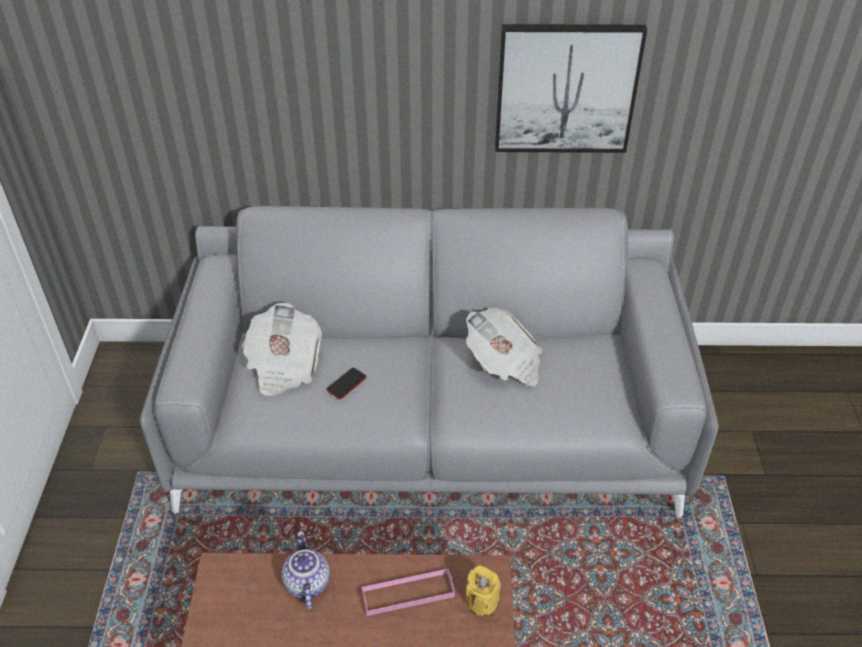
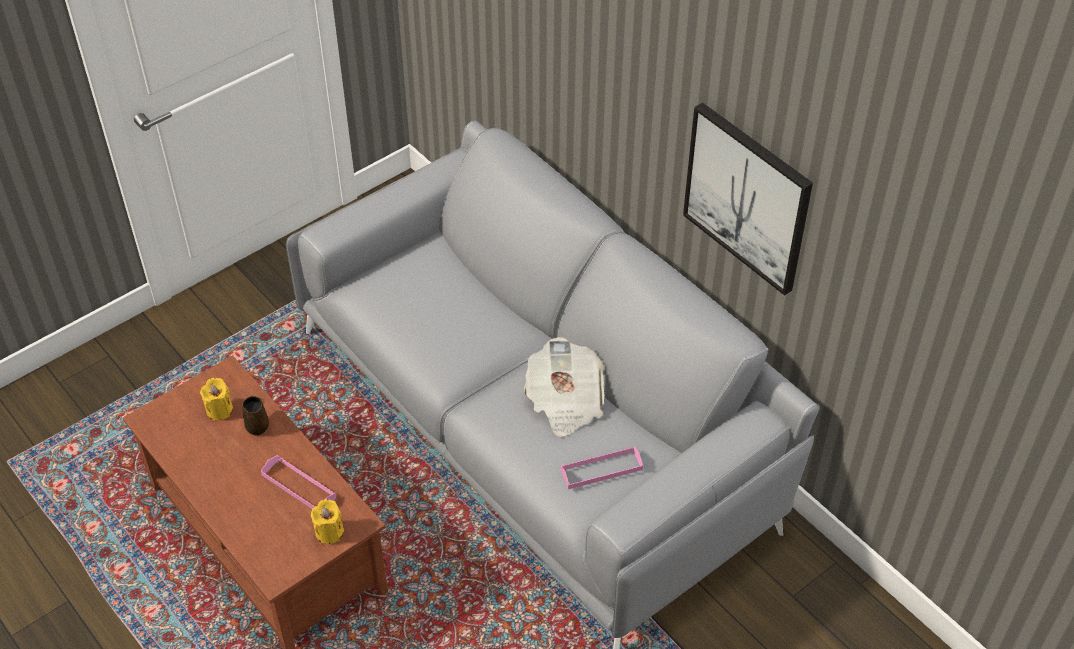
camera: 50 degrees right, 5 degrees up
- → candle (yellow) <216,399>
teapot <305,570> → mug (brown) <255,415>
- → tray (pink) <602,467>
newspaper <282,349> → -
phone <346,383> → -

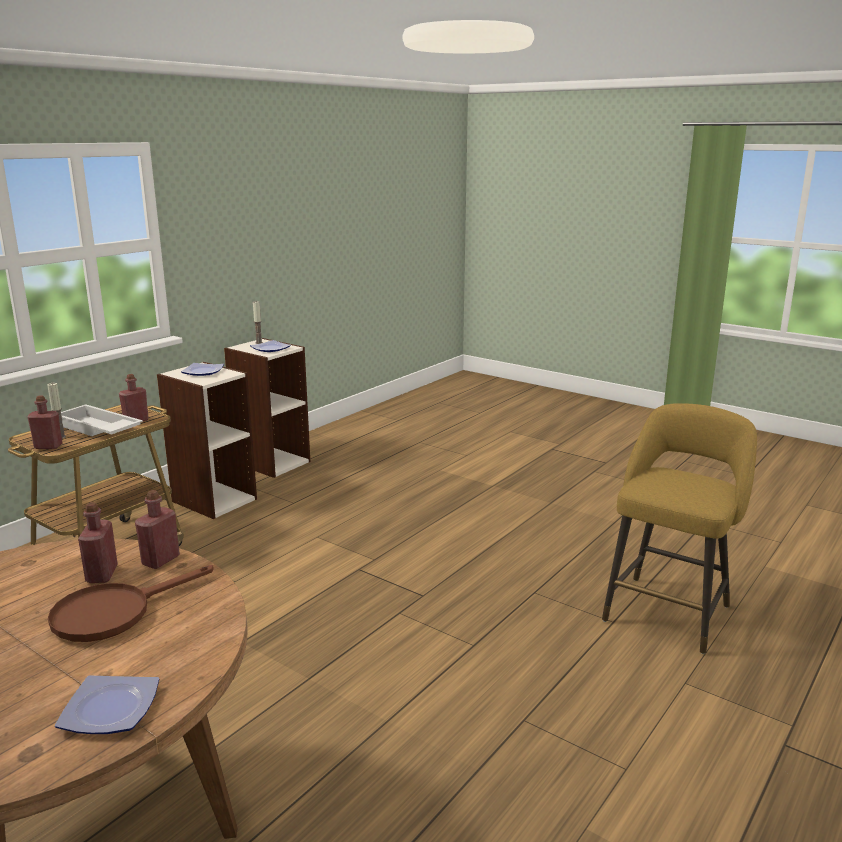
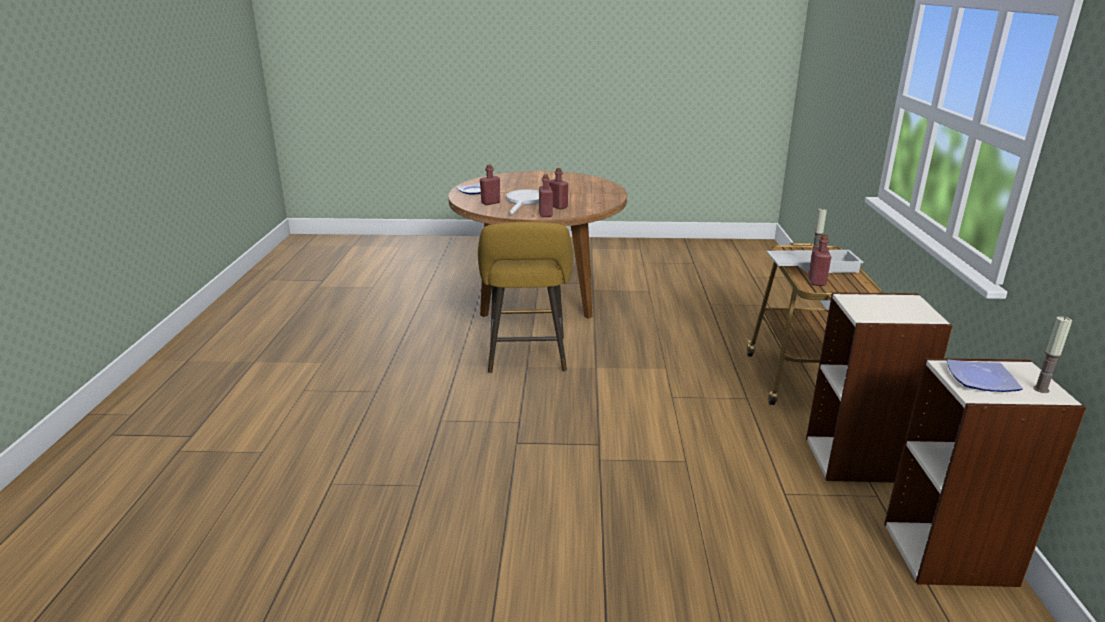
camera: 145 degrees right, 5 degrees up
stool (yellow) <679,528> → stool (yellow) <525,297>, relocated
bottle (red) <45,422> → bottle (red) <490,185>, relocated
frying pan (brown) <131,603> → frying pan (white) <522,201>
plate <202,369> → -

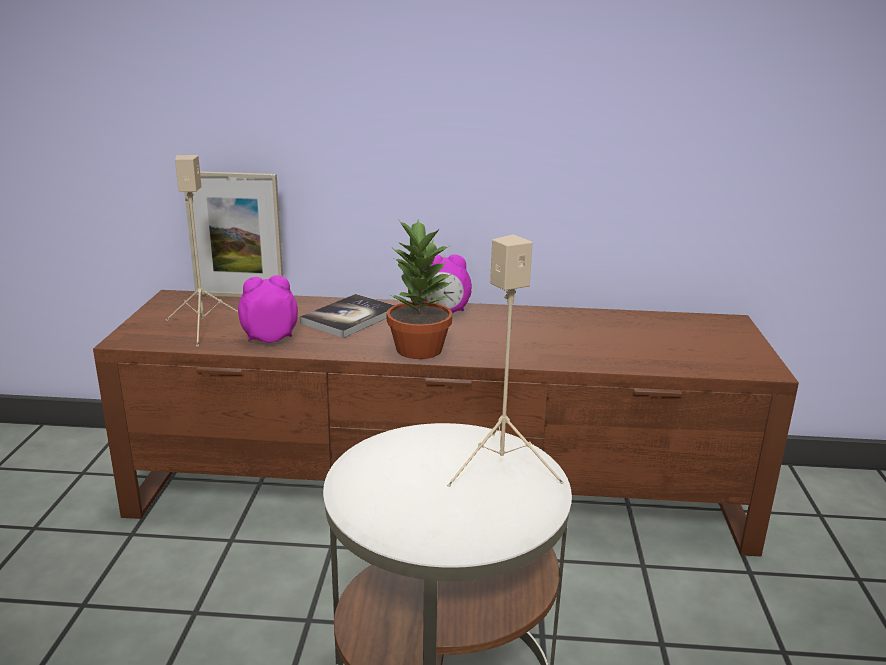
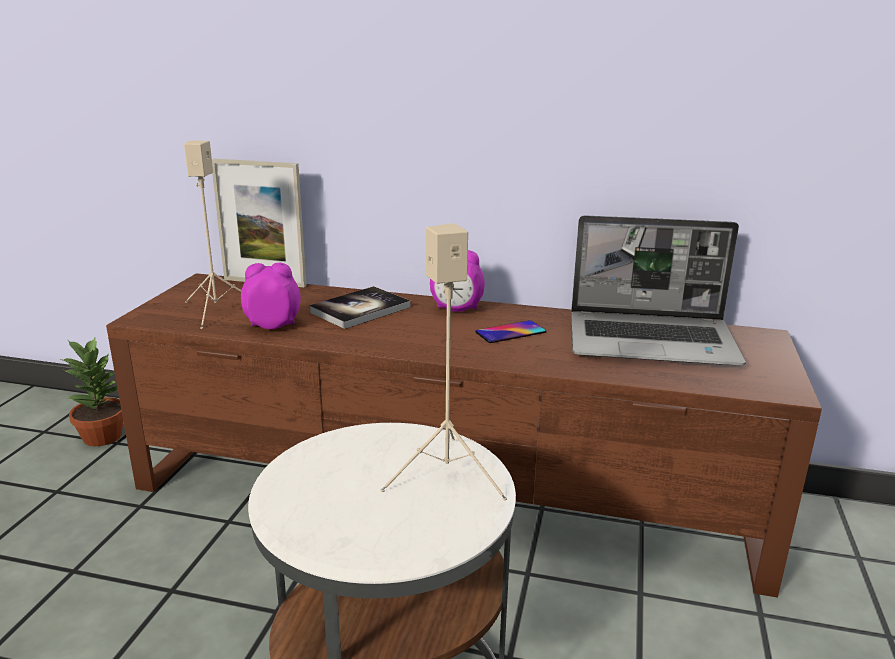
camera: 10 degrees right, 0 degrees up
potted plant <420,289> → potted plant <92,392>, relocated
- → phone <510,331>
- → laptop <658,290>

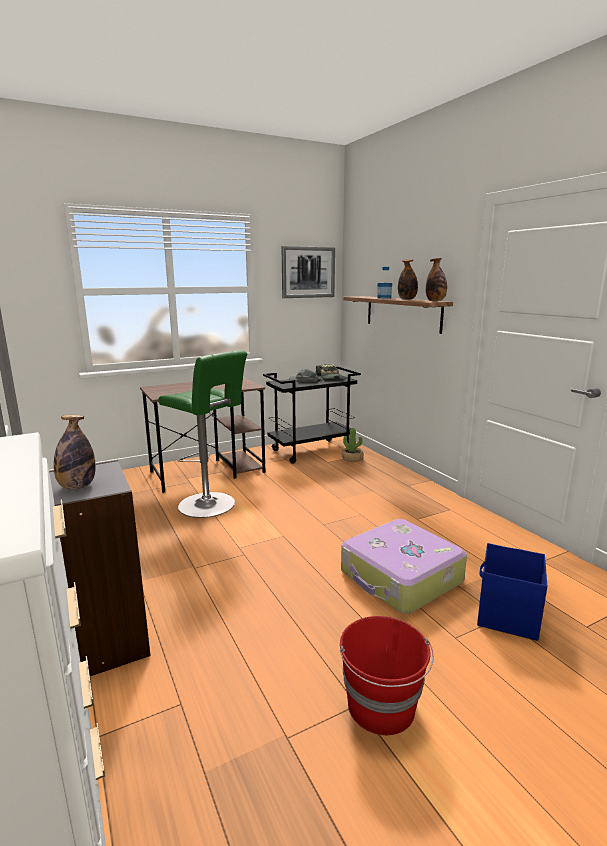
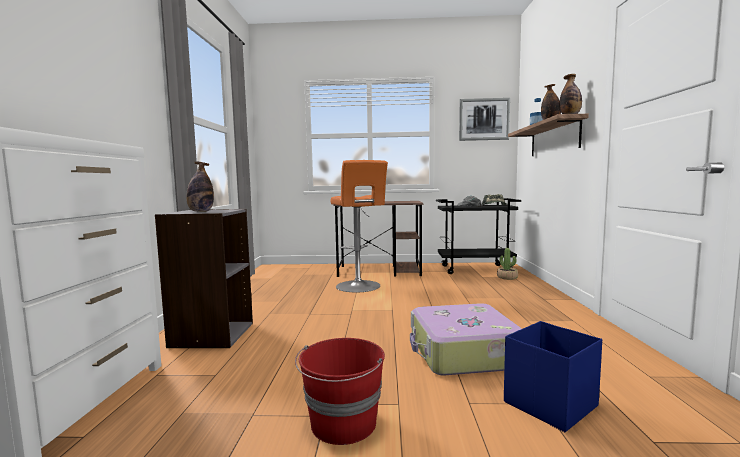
camera: 30 degrees right, 10 degrees down
stool (green) <202,434> → stool (orange) <359,226>

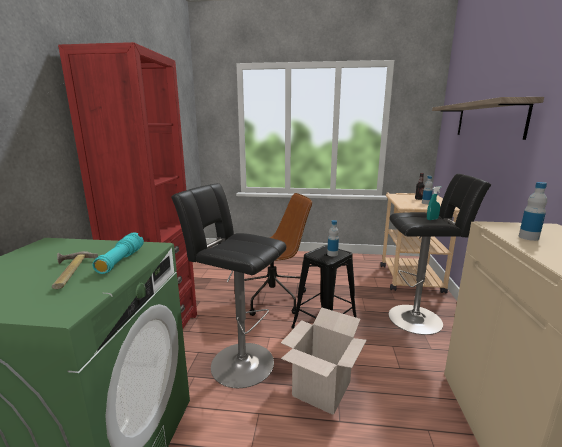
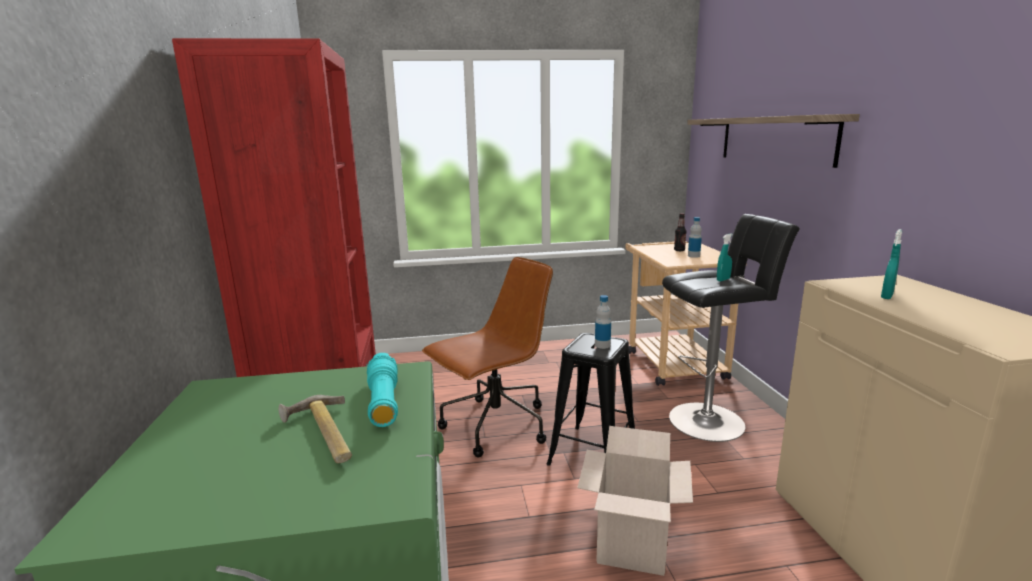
camera: 15 degrees left, 0 degrees up
bottle <533,211> → spray bottle (turquoise) <891,264>
stool (black) <228,285> → -

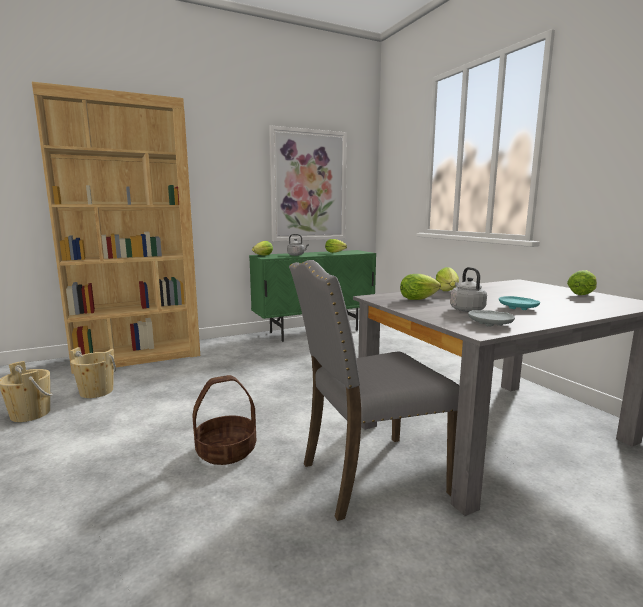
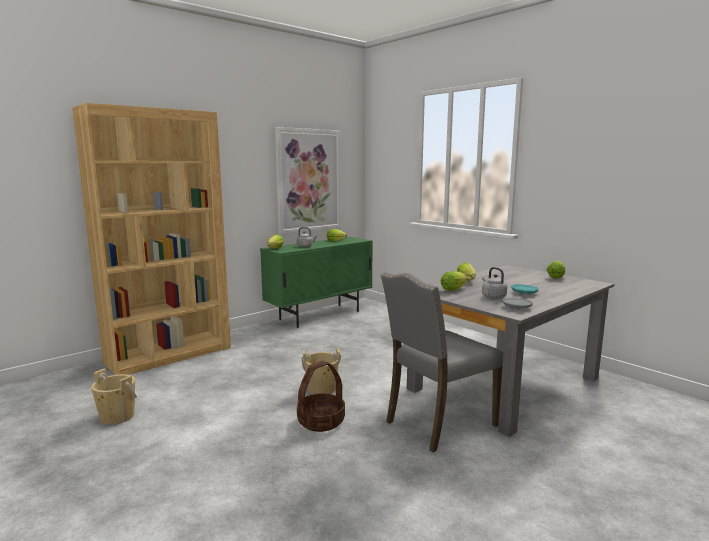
camera: 15 degrees left, 0 degrees up
bucket (beige) <93,372> → bucket (beige) <321,371>, relocated

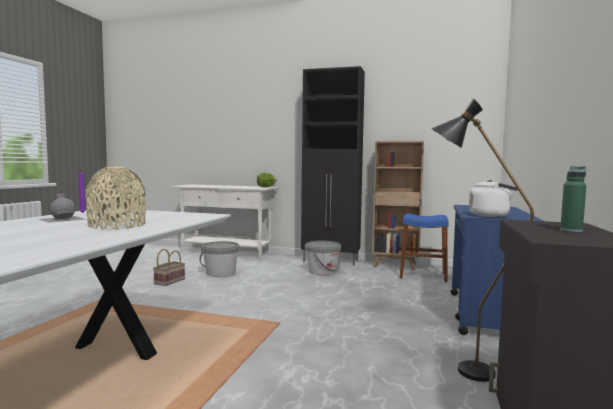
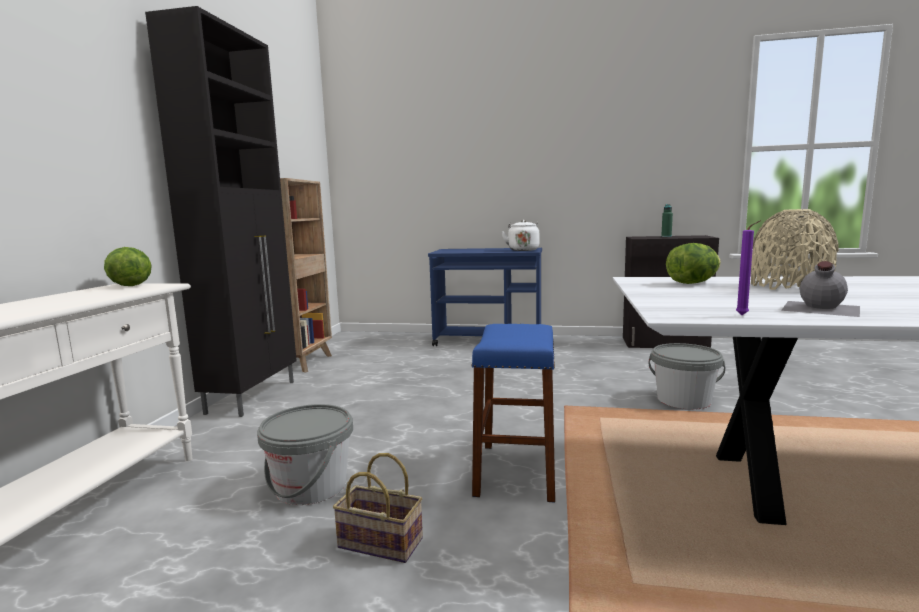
camera: 95 degrees left, 5 degrees up
stool (blue) <424,247> → stool (blue) <513,413>, relocated
bucket (grey) <323,257> → bucket (grey) <686,376>, relocated
- → lettuce <693,263>
floor lamp (black) <482,240> → -

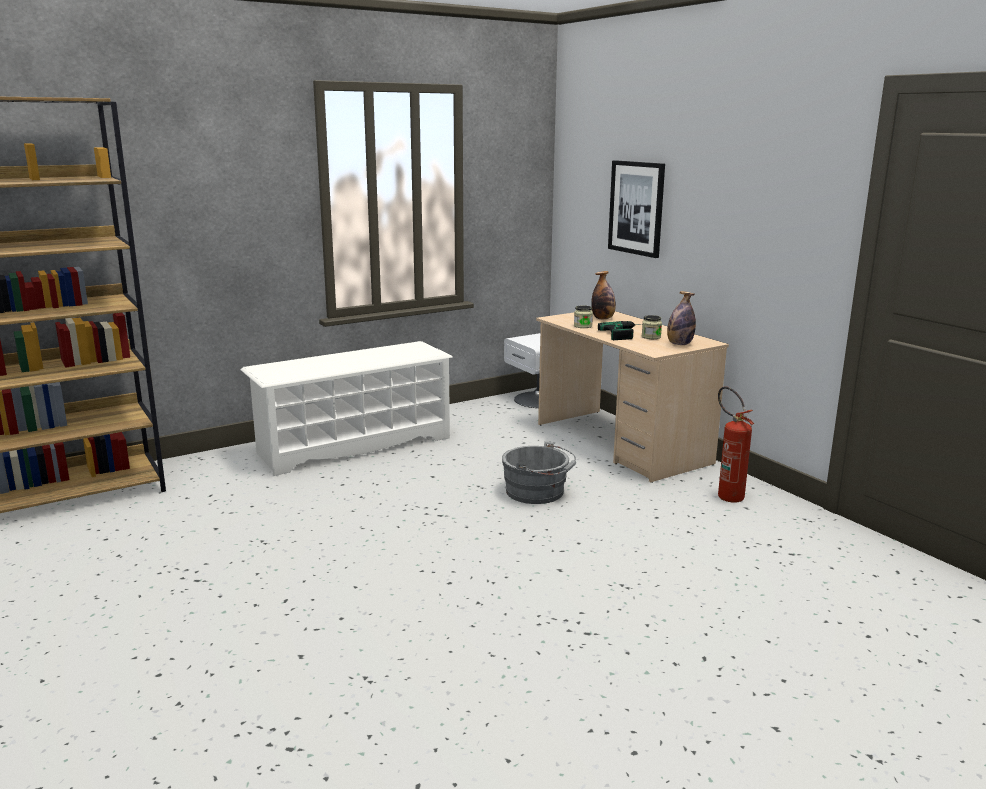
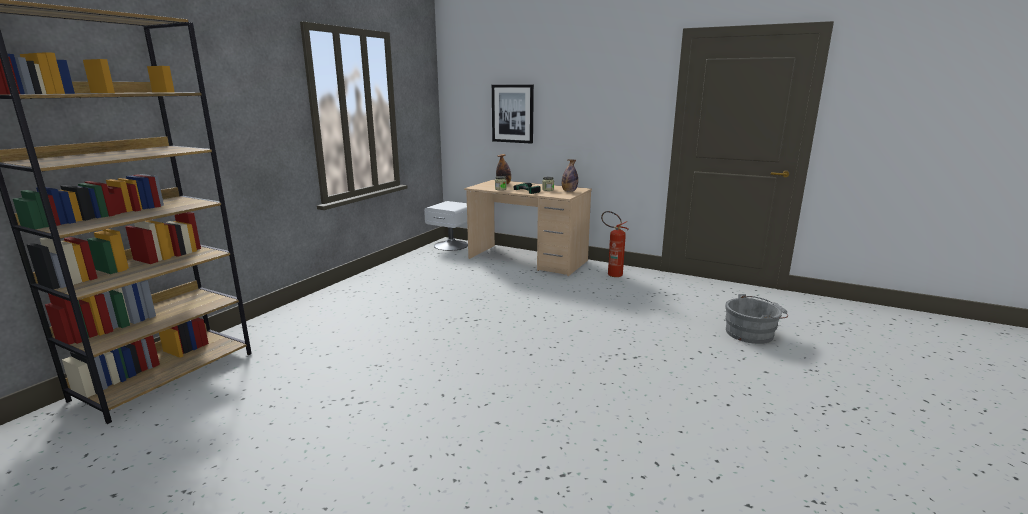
camera: 30 degrees left, 0 degrees up
bucket (grey) <539,472> → bucket (grey) <756,319>, relocated
shoe rack (white) <347,408> → -

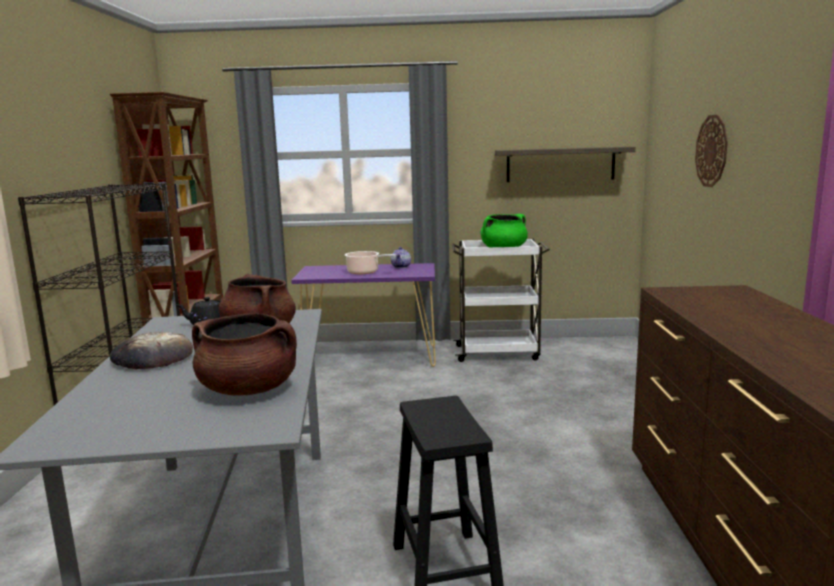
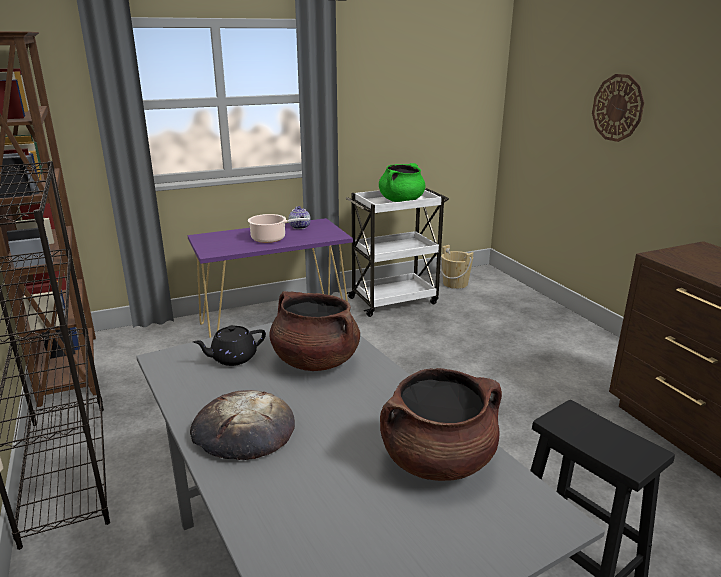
camera: 25 degrees left, 10 degrees up
- → bucket (beige) <457,267>
shelf <565,164> → -

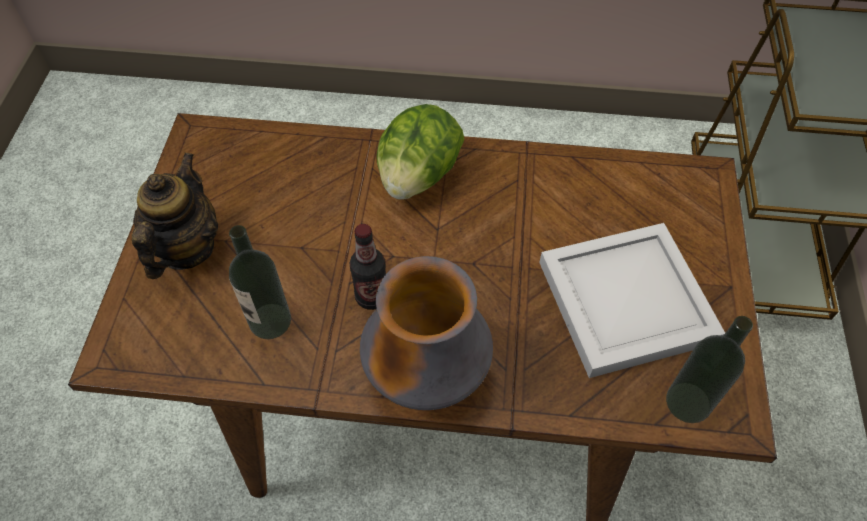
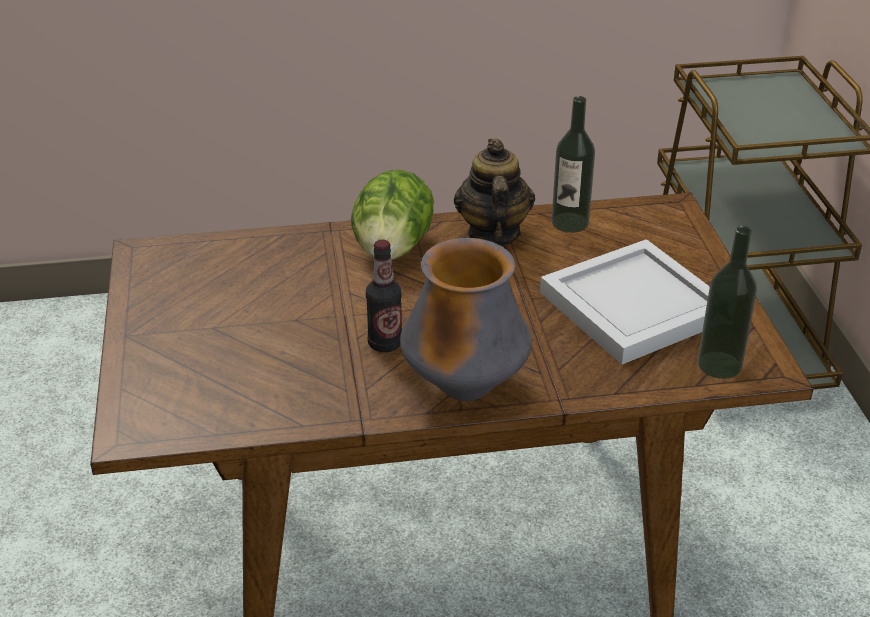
camera: 15 degrees left, 20 degrees down
teapot <175,216> → teapot <494,192>, relocated
bottle <260,282> → bottle <573,164>, relocated

